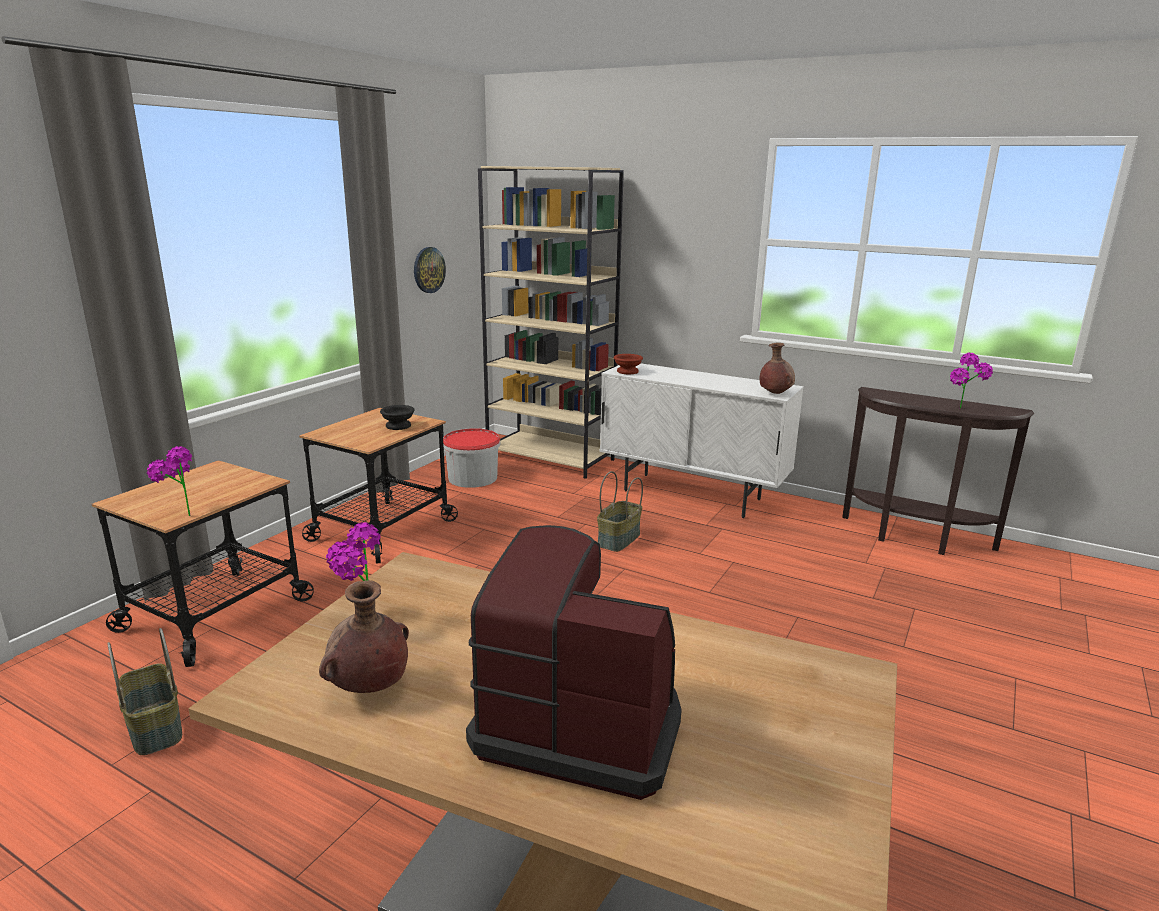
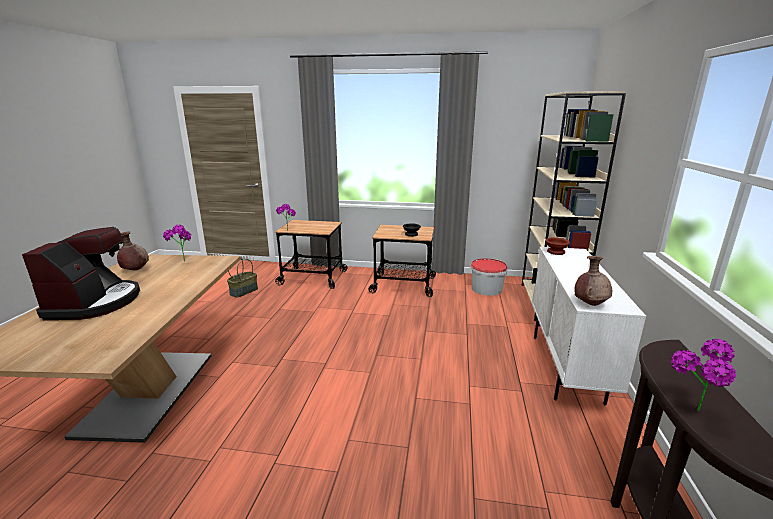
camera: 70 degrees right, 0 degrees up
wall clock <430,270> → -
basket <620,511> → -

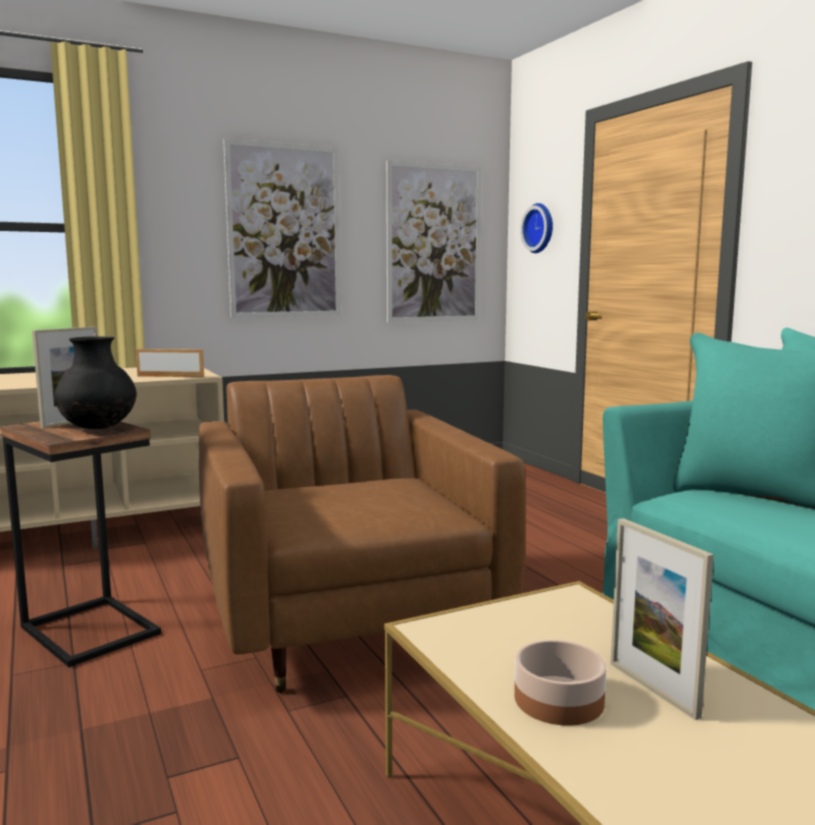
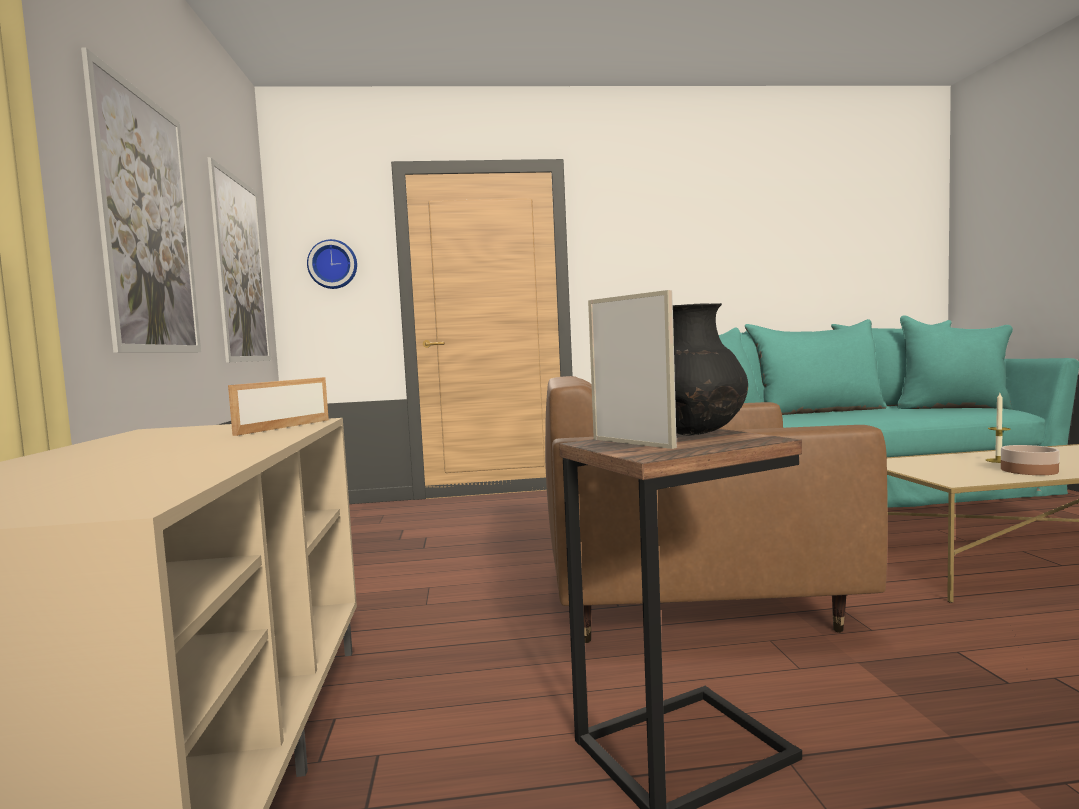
camera: 70 degrees left, 5 degrees down
picture frame <662,619> → candle <998,428>

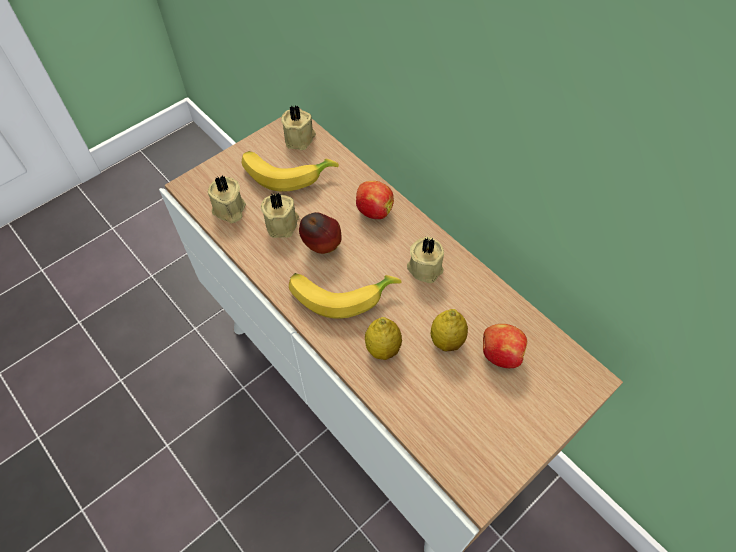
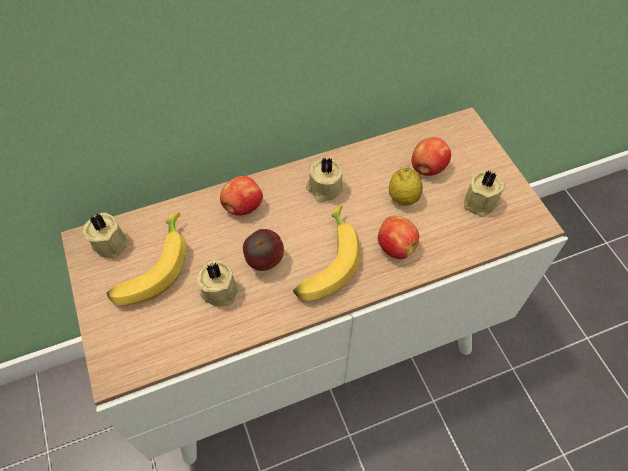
camera: 70 degrees left, 0 degrees up
lemon <383,338> → apple <398,237>
candle (beige) <227,199> → candle (beige) <484,193>, relocated

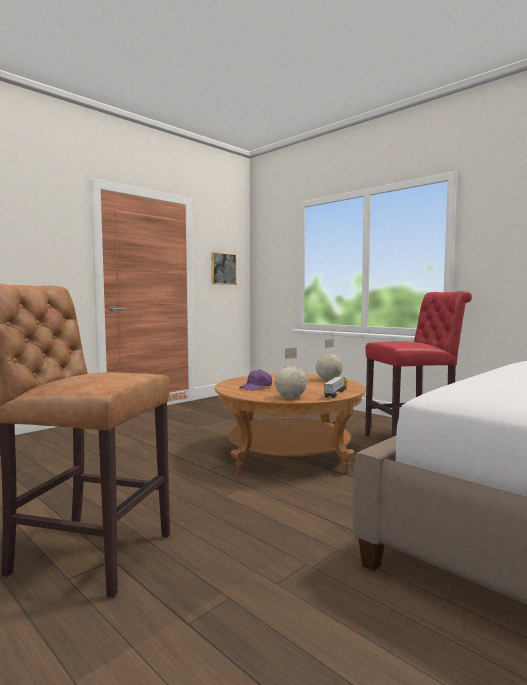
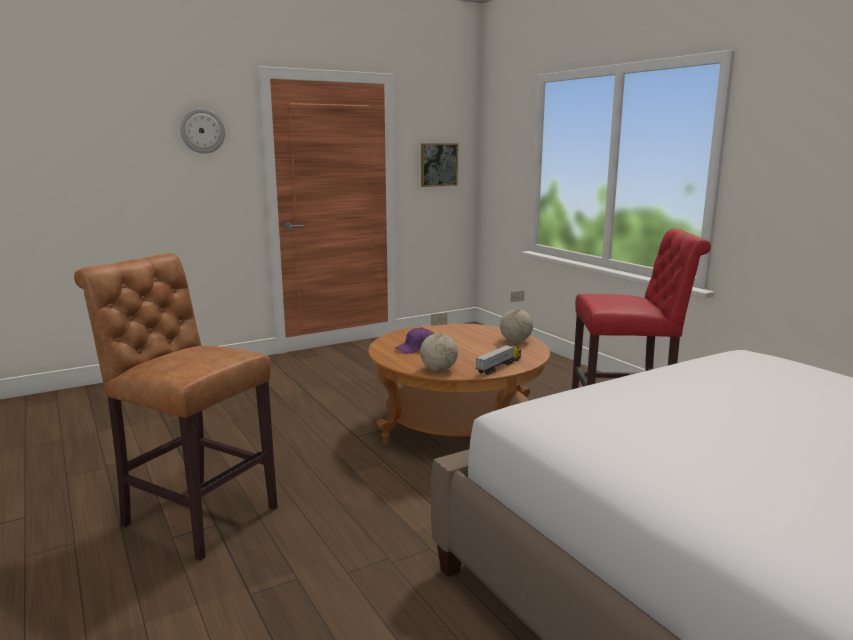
camera: 15 degrees right, 10 degrees up
- → wall clock <202,131>

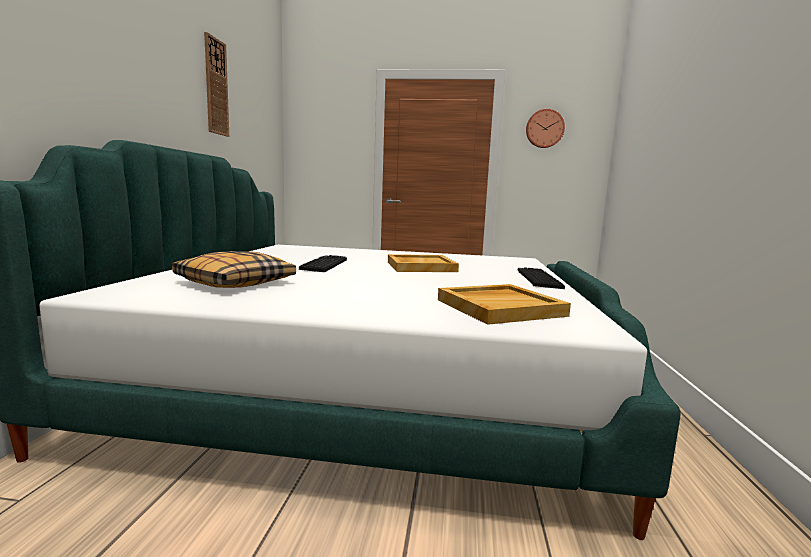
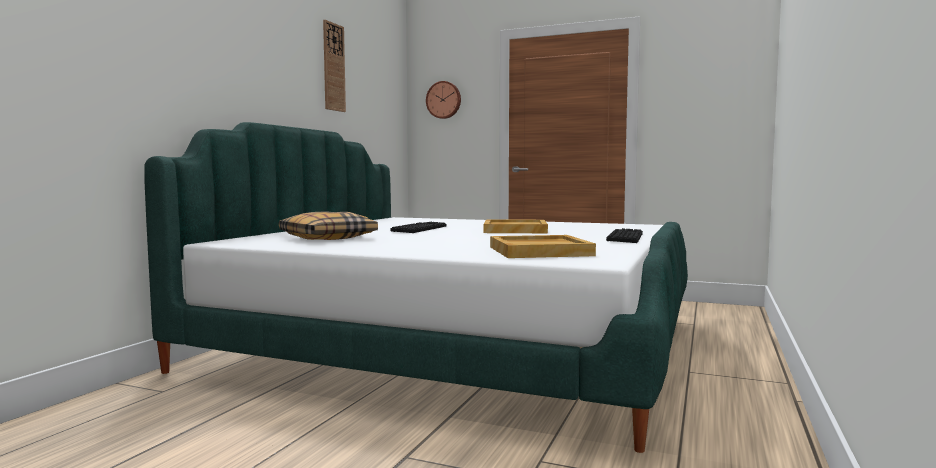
camera: 15 degrees right, 5 degrees down
wall clock <545,128> → wall clock <443,100>, relocated

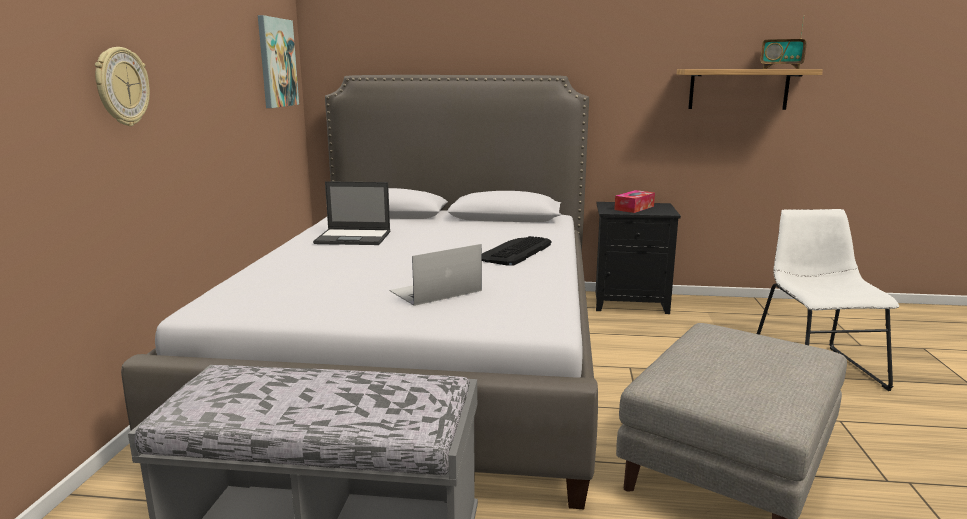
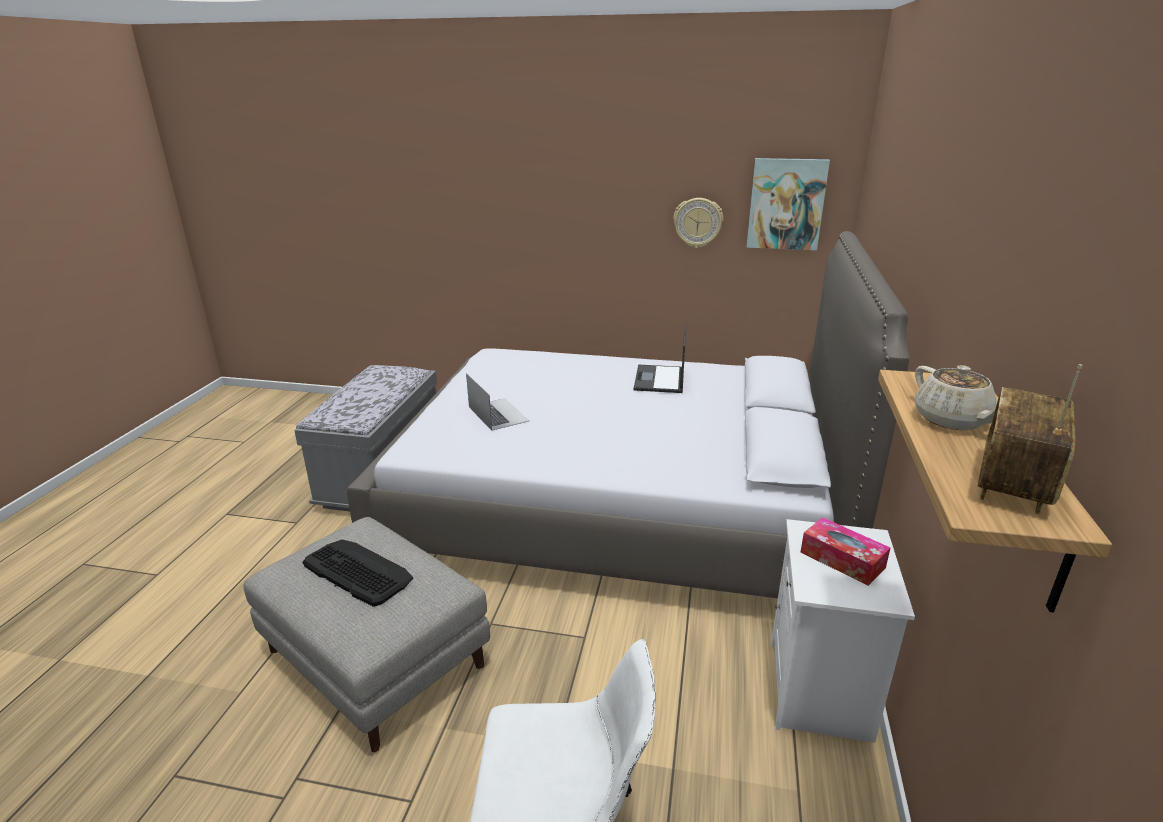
camera: 95 degrees right, 10 degrees up
keyboard <517,250> → keyboard <357,573>, relocated
wall clock <122,86> → wall clock <698,223>, relocated
nightstand (black) <638,258> → nightstand (white) <843,631>
- → teapot (beige) <956,397>

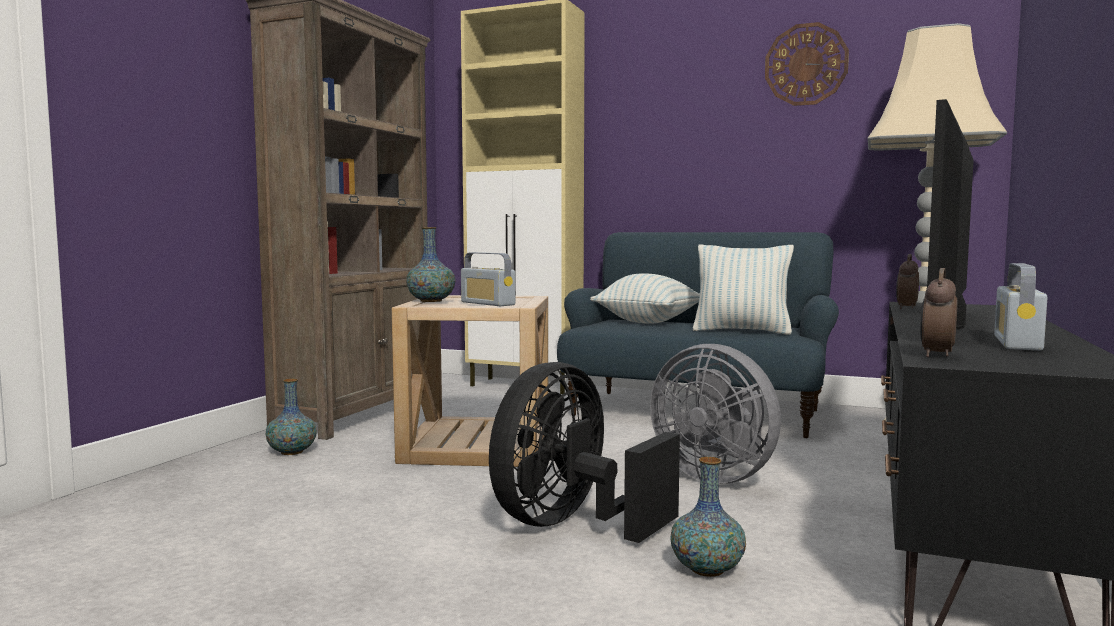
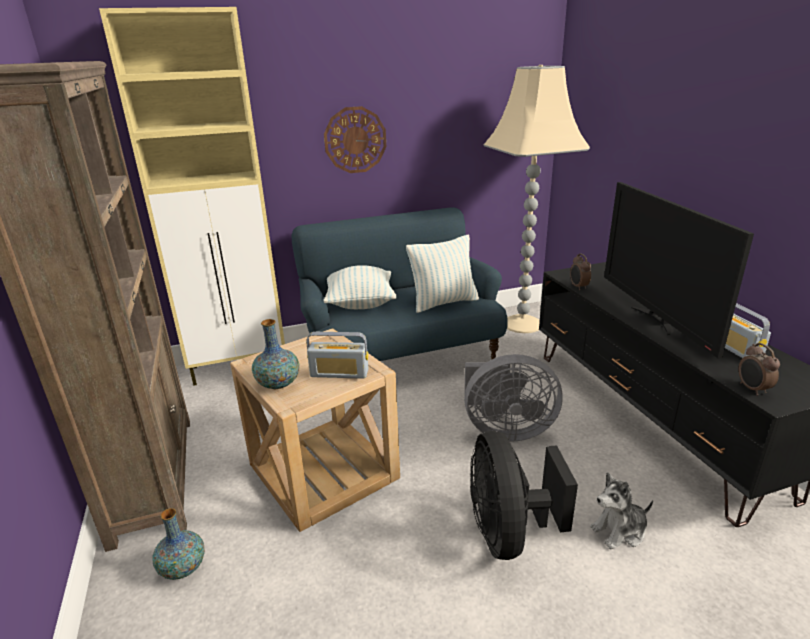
camera: 40 degrees left, 20 degrees up
wall clock <807,64> → wall clock <355,139>, relocated
vase <708,517> → plush toy <621,510>

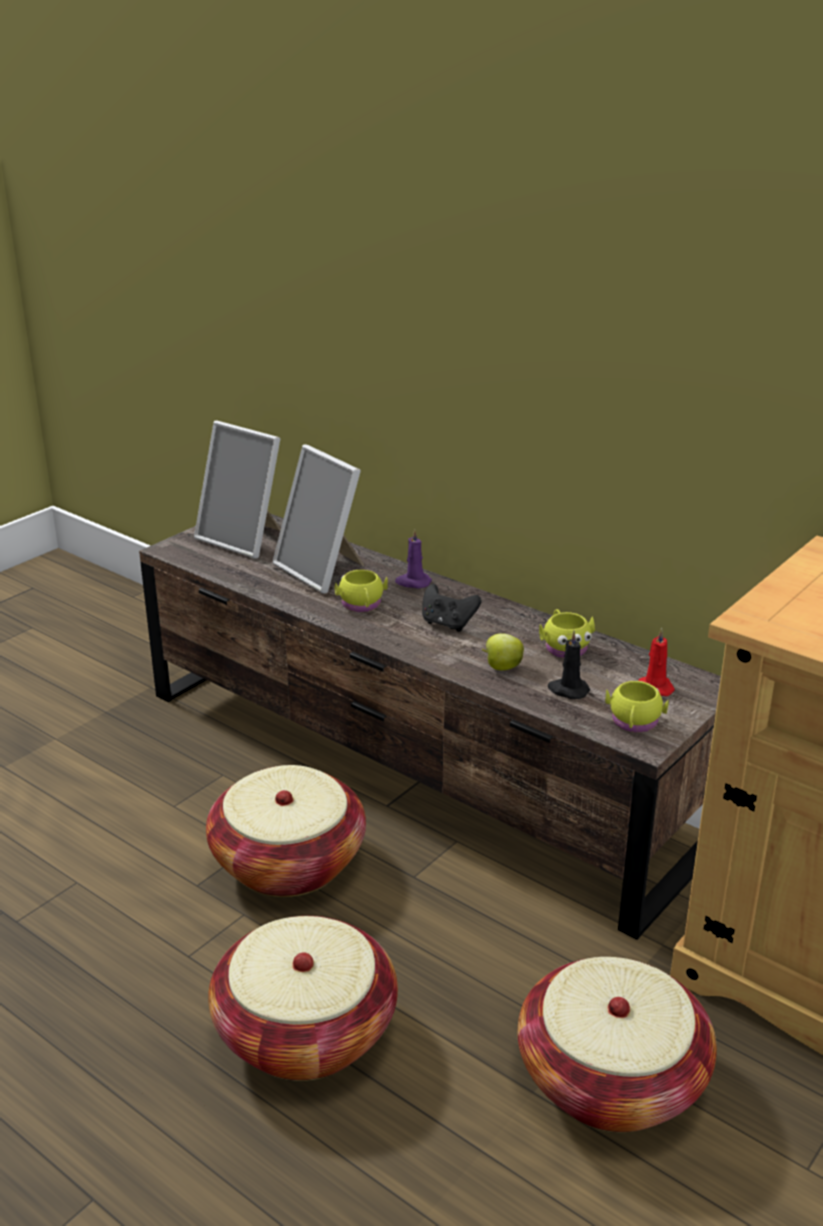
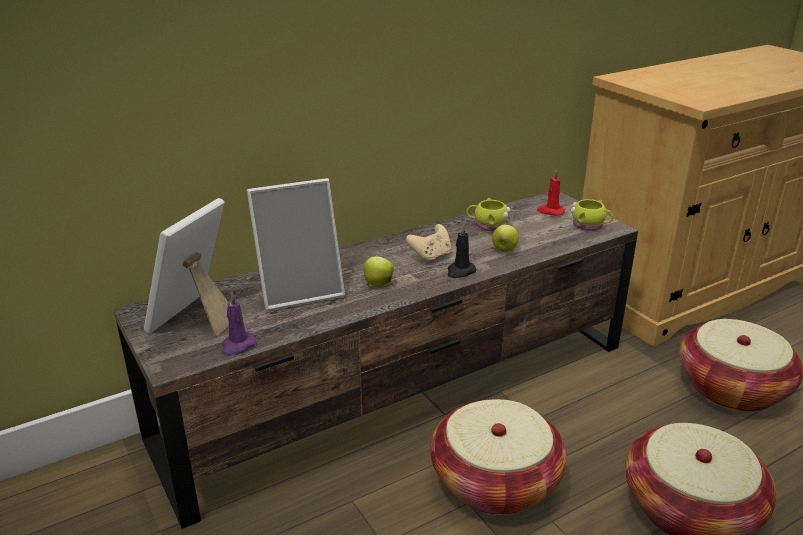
camera: 70 degrees left, 0 degrees up
picture frame <237,490> → picture frame <186,267>, 150 degrees clockwise
candle (purple) <413,558> → candle (purple) <239,324>, relocated
mug (yellow) <361,591> → apple <377,271>
game controller (black) <451,608> → game controller (beige) <428,243>
candle (black) <569,664> → candle (black) <462,251>, relocated

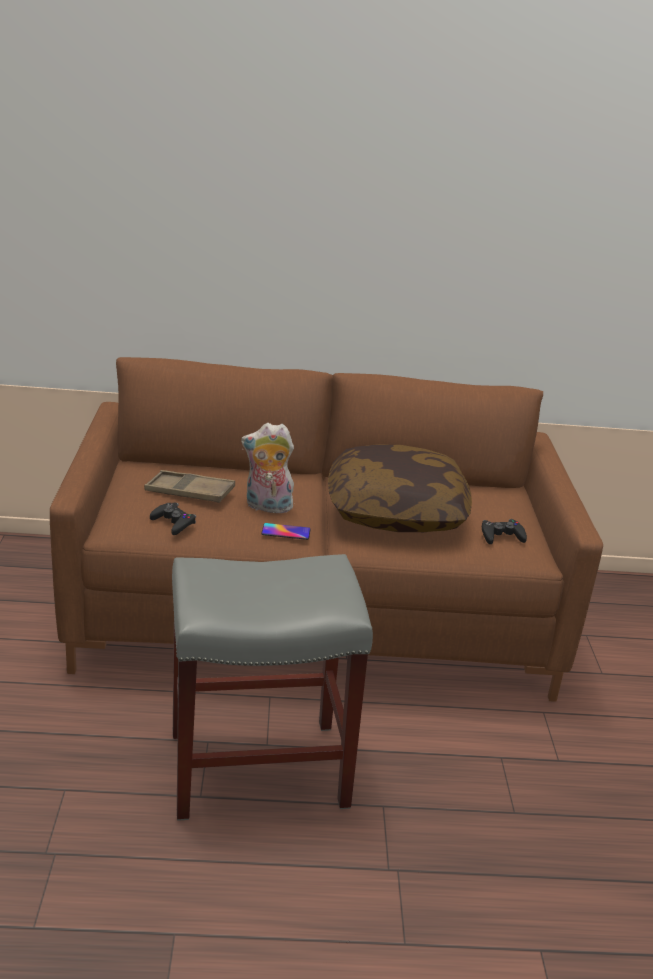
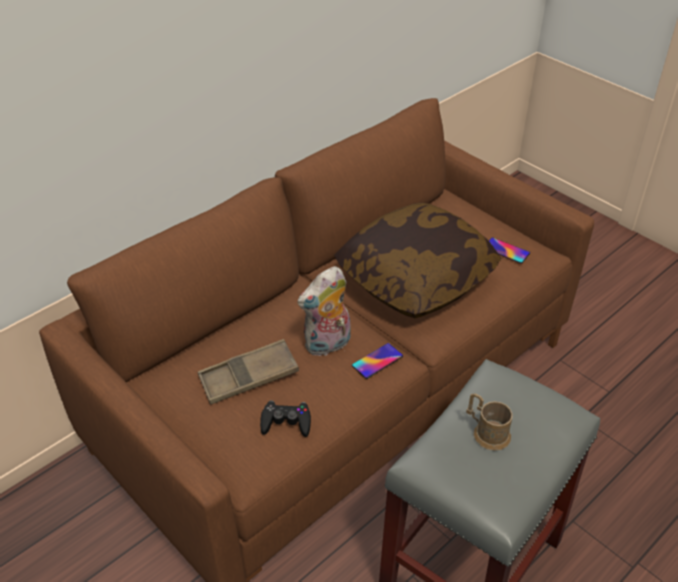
camera: 40 degrees left, 15 degrees up
- → mug (brown) <489,422>
game controller (black) <504,531> → phone <509,250>

